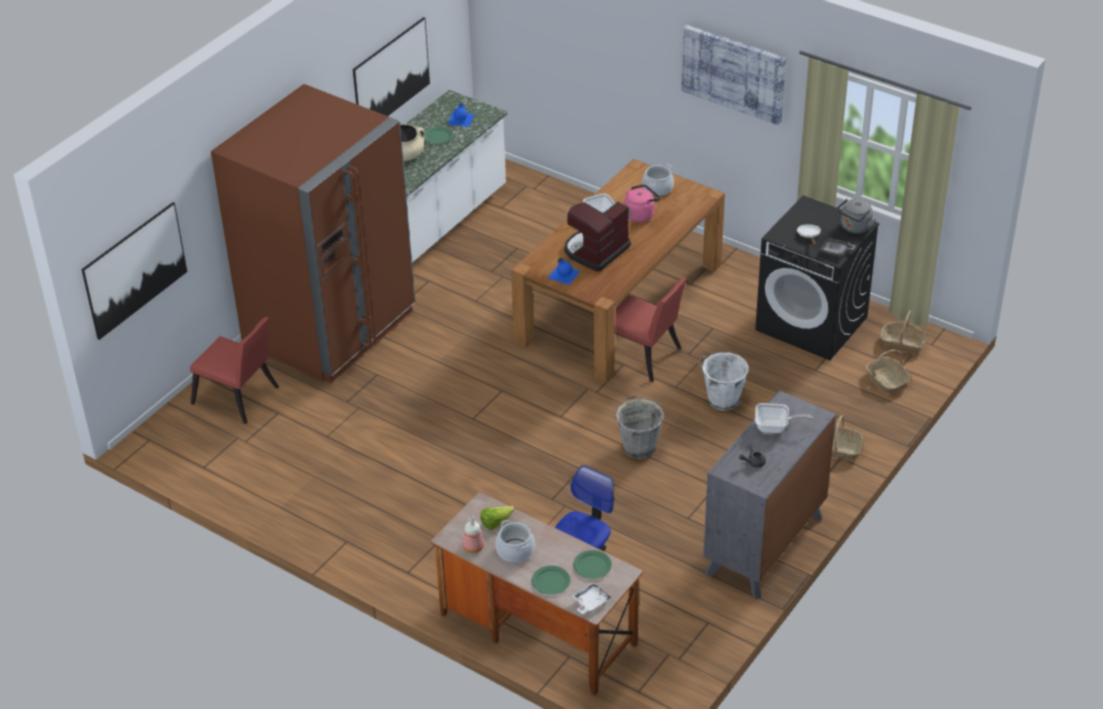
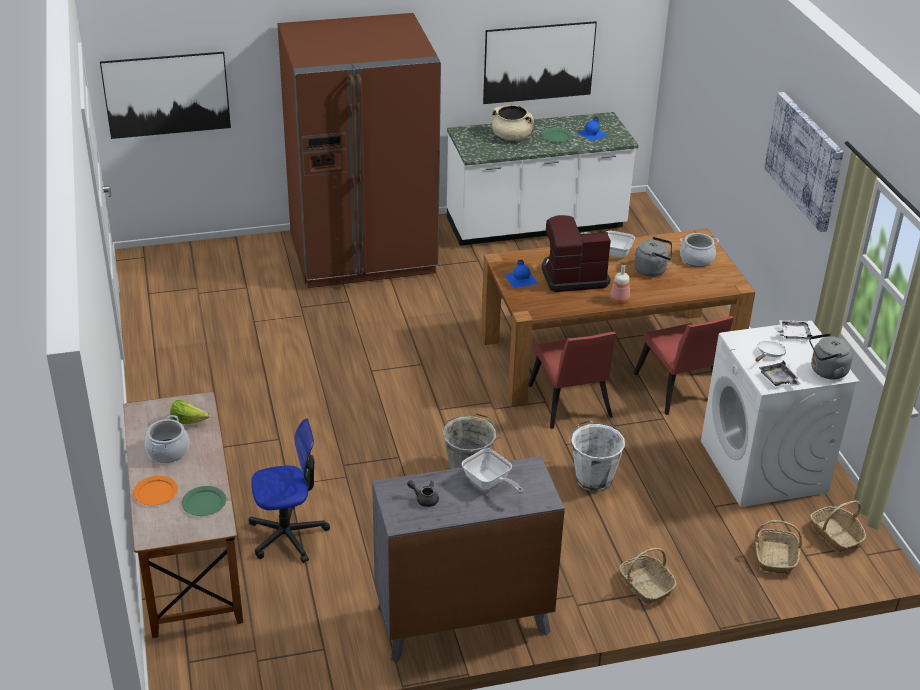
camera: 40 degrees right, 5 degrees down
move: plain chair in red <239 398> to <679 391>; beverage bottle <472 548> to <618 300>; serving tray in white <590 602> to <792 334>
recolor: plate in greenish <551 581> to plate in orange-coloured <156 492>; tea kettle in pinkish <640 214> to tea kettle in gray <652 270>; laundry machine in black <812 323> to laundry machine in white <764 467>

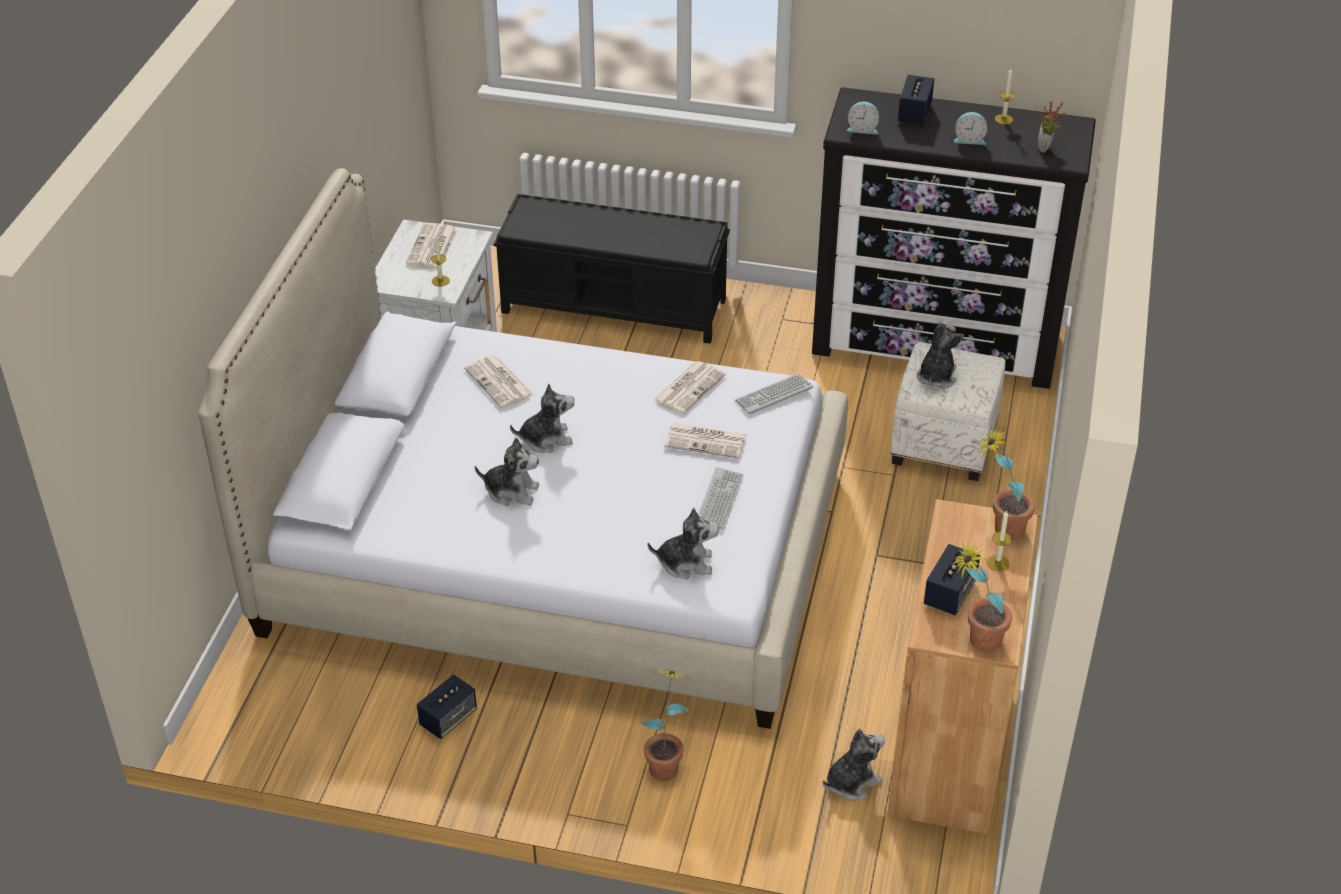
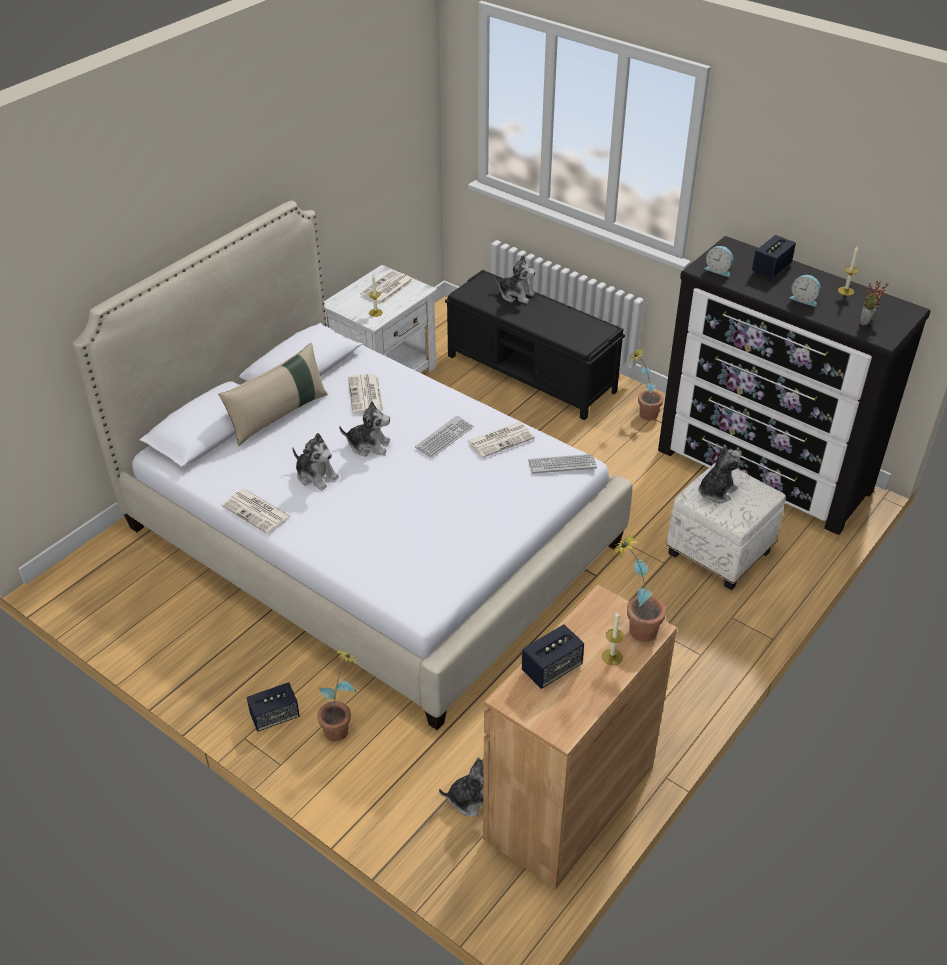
camera: 25 degrees right, 0 degrees up
insert: pillow in sand-coloured <278 415>
move: speaker <448 718> to <275 716>; cuddly toy <685 563> to <516 295>; daily paper <706 441> to <257 511>; computer keyboard <719 500> to <444 438>; plant in a pot <975 642> to <642 414>

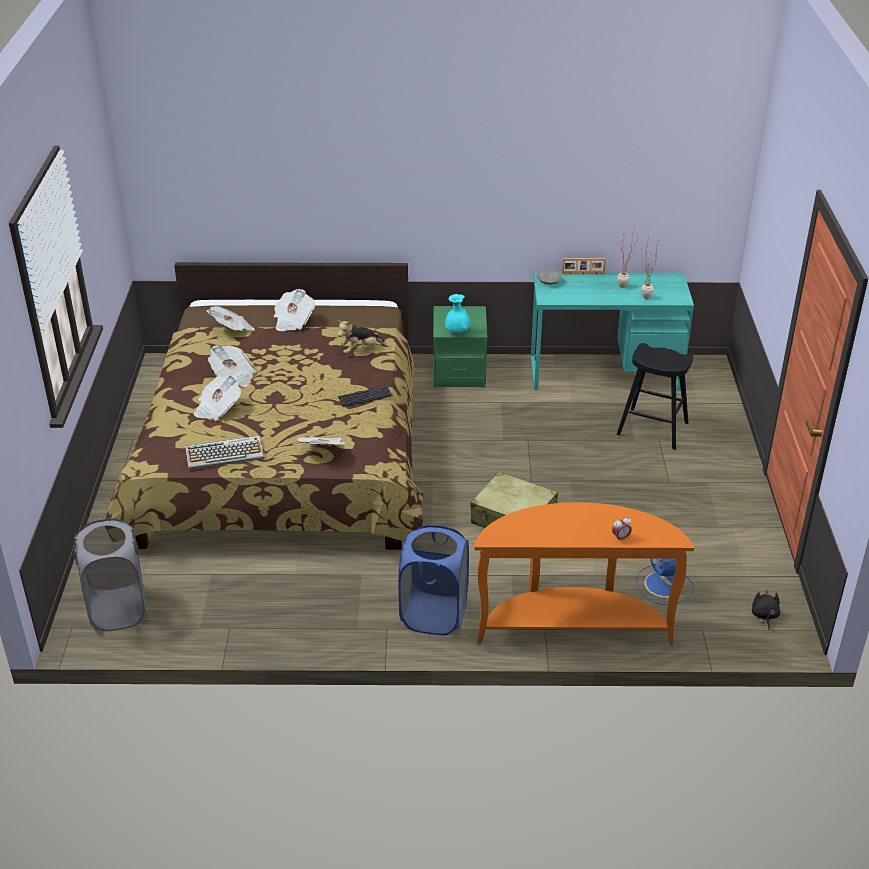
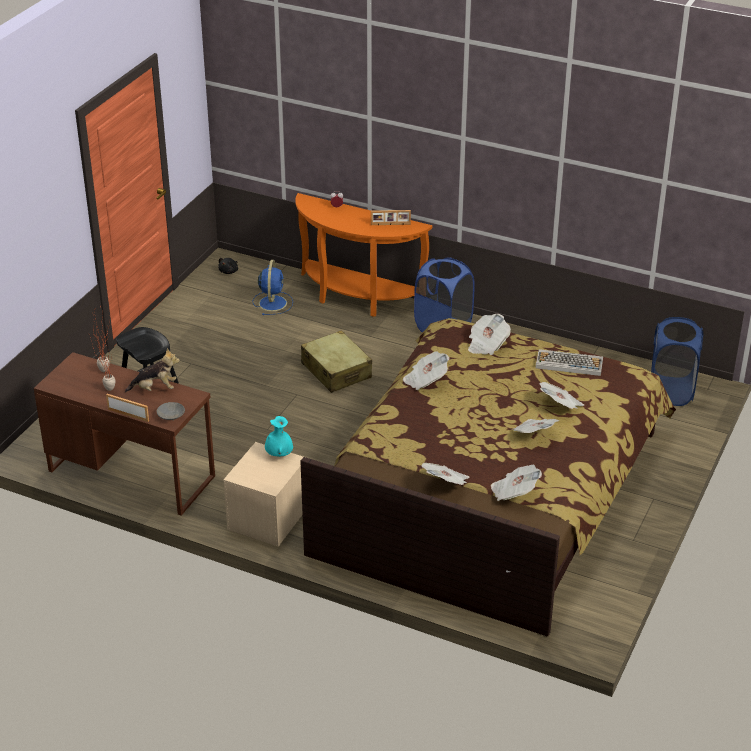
camera: 155 degrees left, 0 degrees up
insert: picture frame <390 224>
move: cuddly toy <359 350> to <155 389>
replace: computer keyboard <365 397> to daily paper <425 380>
recolor: hamper in gray <118 609> to hamper in blue-coloured <671 391>; nightstand in greenish <459 372> to nightstand in sand-coloured <268 519>; desk table in turquoise-coloured <604 373> to desk table in brown <131 473>

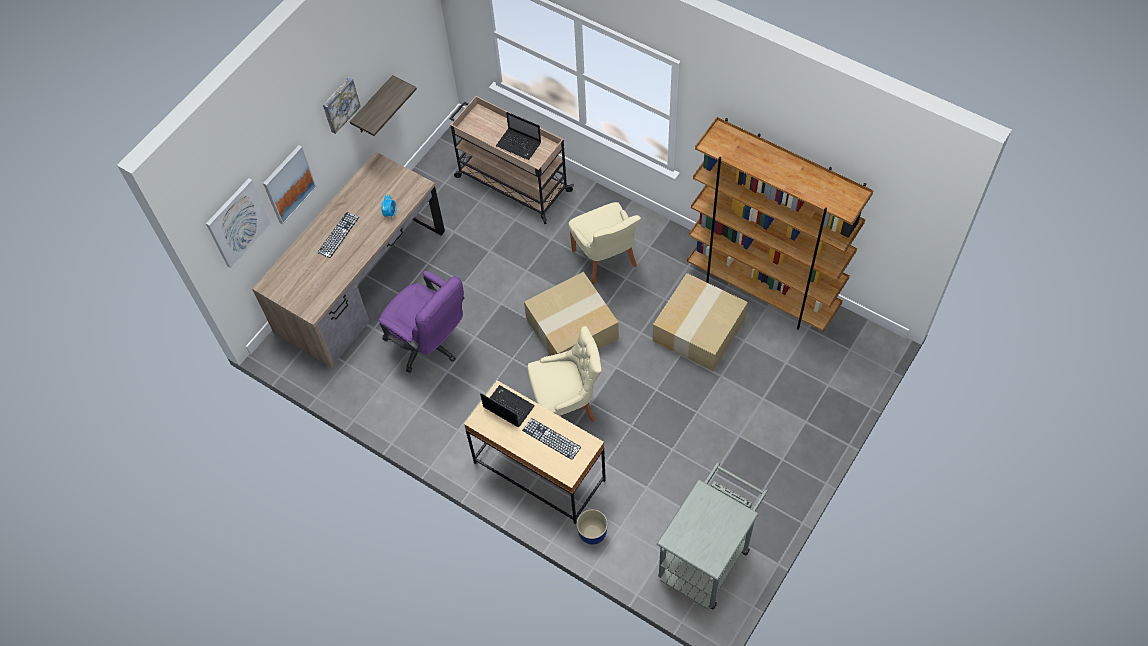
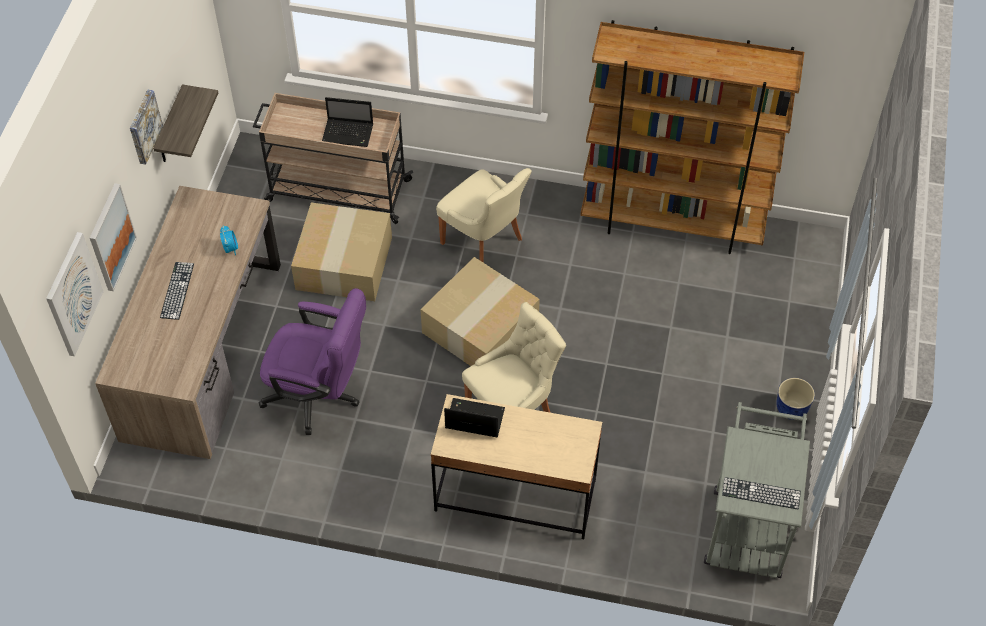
camera: 25 degrees left, 5 degrees down
move: computer keyboard <551 438> to <761 493>; flower pot <592 533> to <790 409>; carton <698 328> to <343 262>

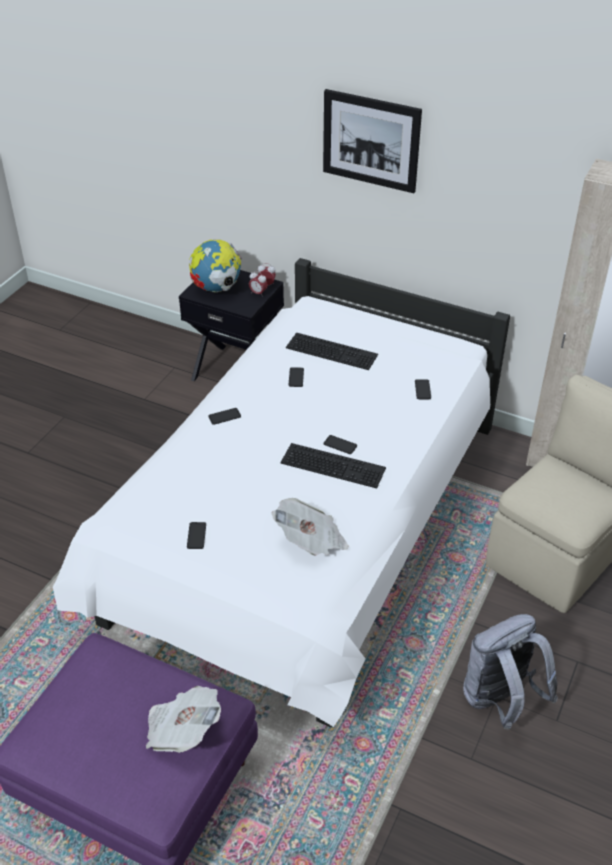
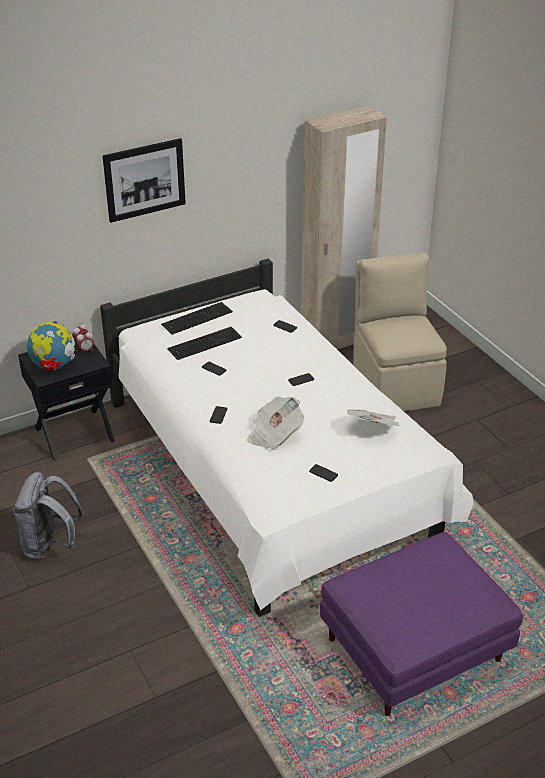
camera: 55 degrees left, 5 degrees down
move: daily paper <182 730> to <274 435>; computer keyboard <334 464> to <197 317>; knapsack in gray <500 701> to <50 546>

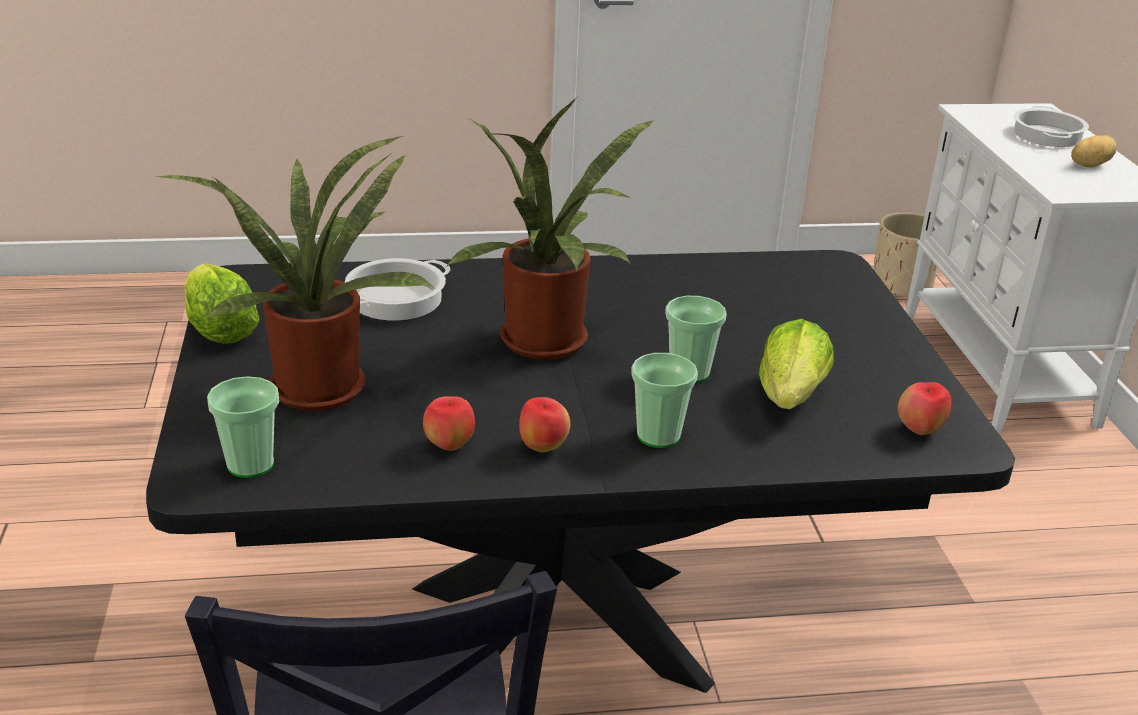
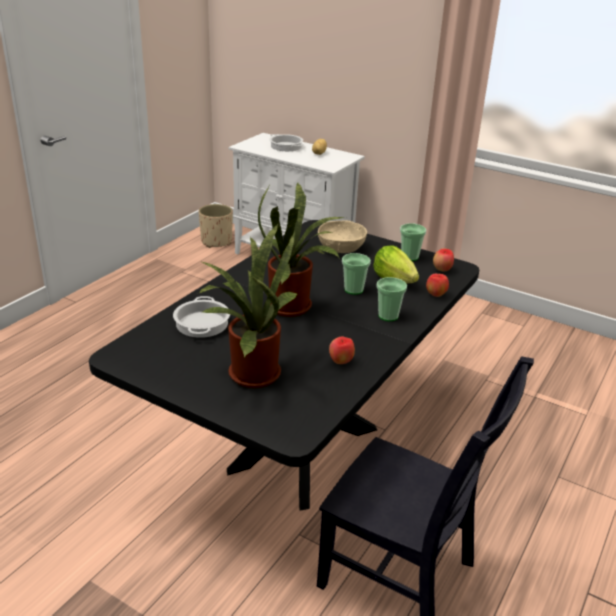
camera: 50 degrees left, 0 degrees up
delete: lettuce head <220 331>
insert: deep dish in sand-coloured <341 248>
move: cup <250 464> to <409 257>; apple fruit <542 447> to <436 295>

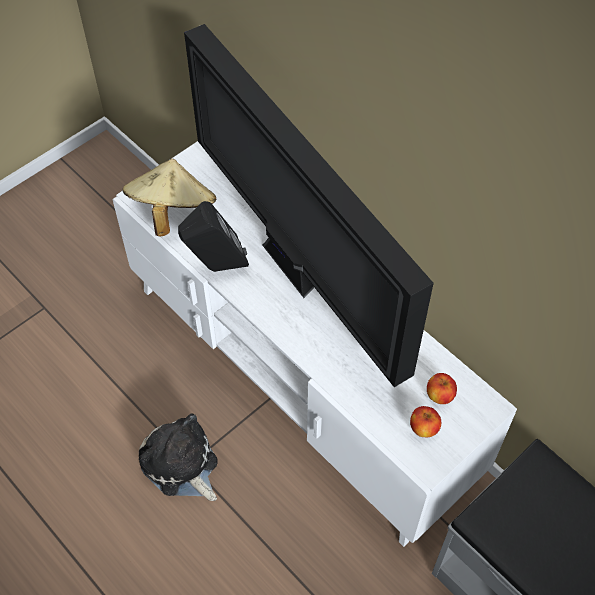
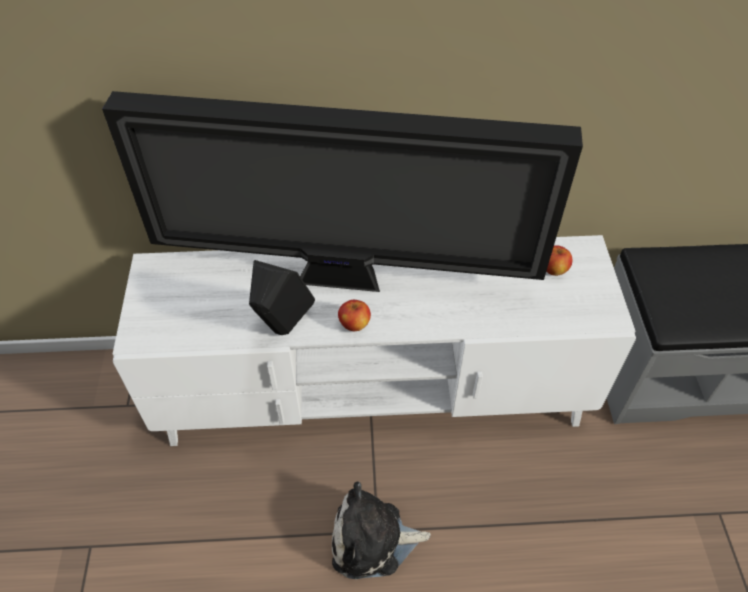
camera: 50 degrees left, 5 degrees down
delete: wearable hat in sand-coloured <172 212>
move: apple fruit <424 428> to <354 324>

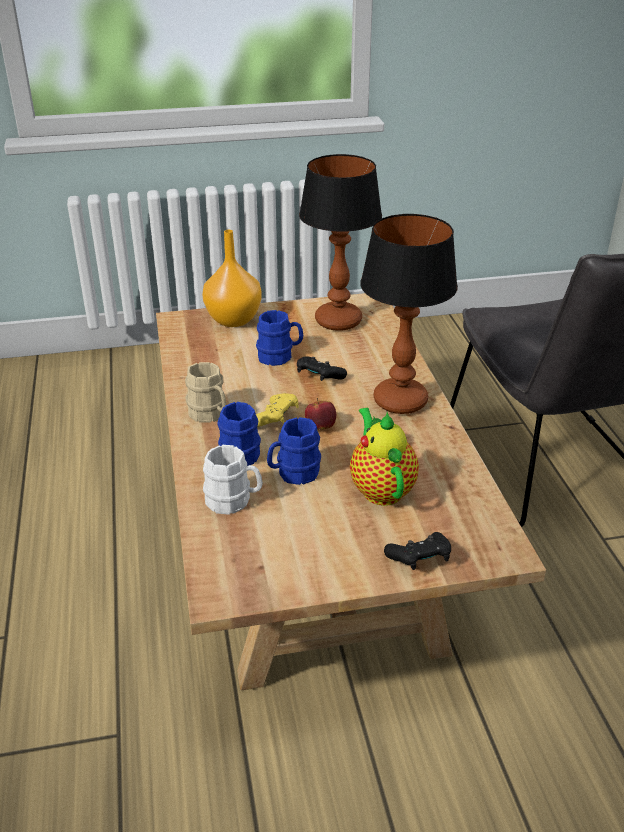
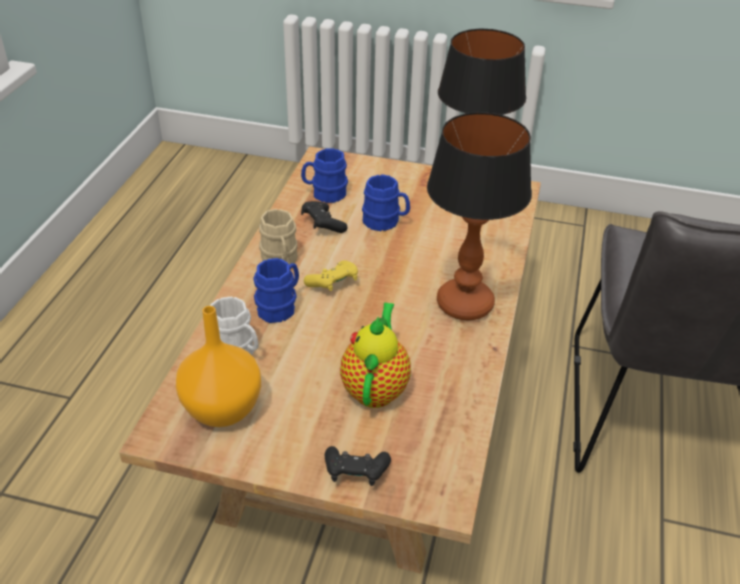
camera: 25 degrees right, 5 degrees up
delete: apple fruit <320 427>
move: vase in orange-coloured <234 319> to <224 409>; mug in blue-coloured <293 473> to <324 193>; joypad in black <319 377> to <322 225>

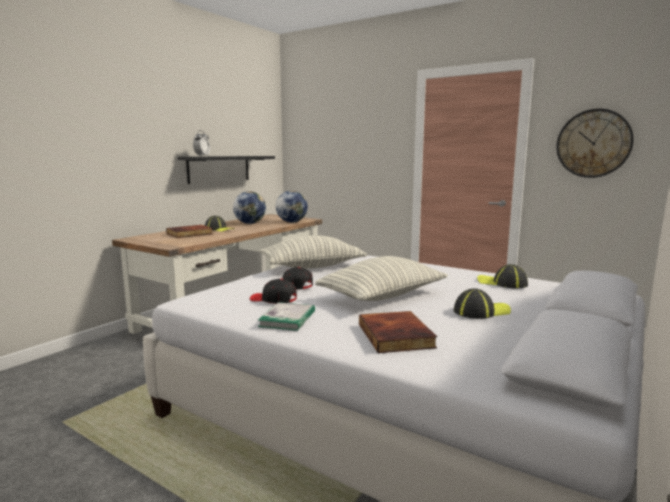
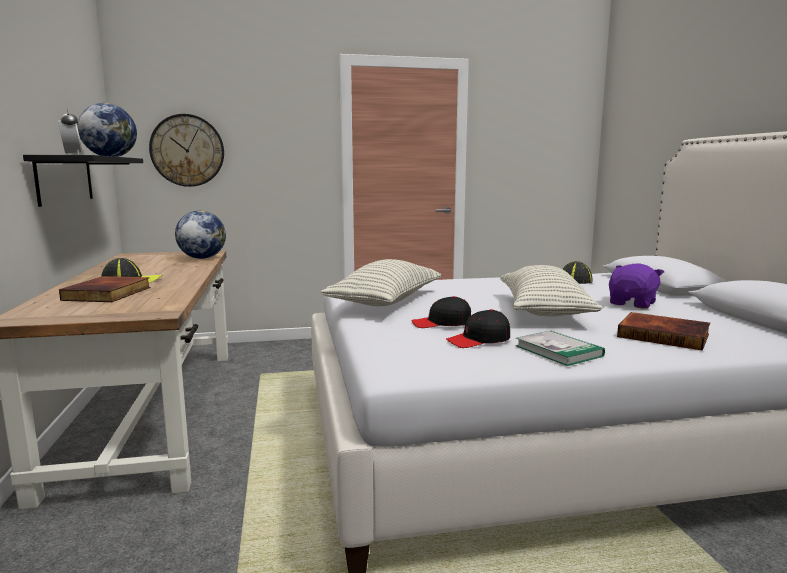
camera: 45 degrees left, 0 degrees up
move: desk globe <250 223> to <110 157>; clock on the wall <593 143> to <187 150>
replace: baseball cap <481 311> to cuddly toy in purple-coloured <633 303>

